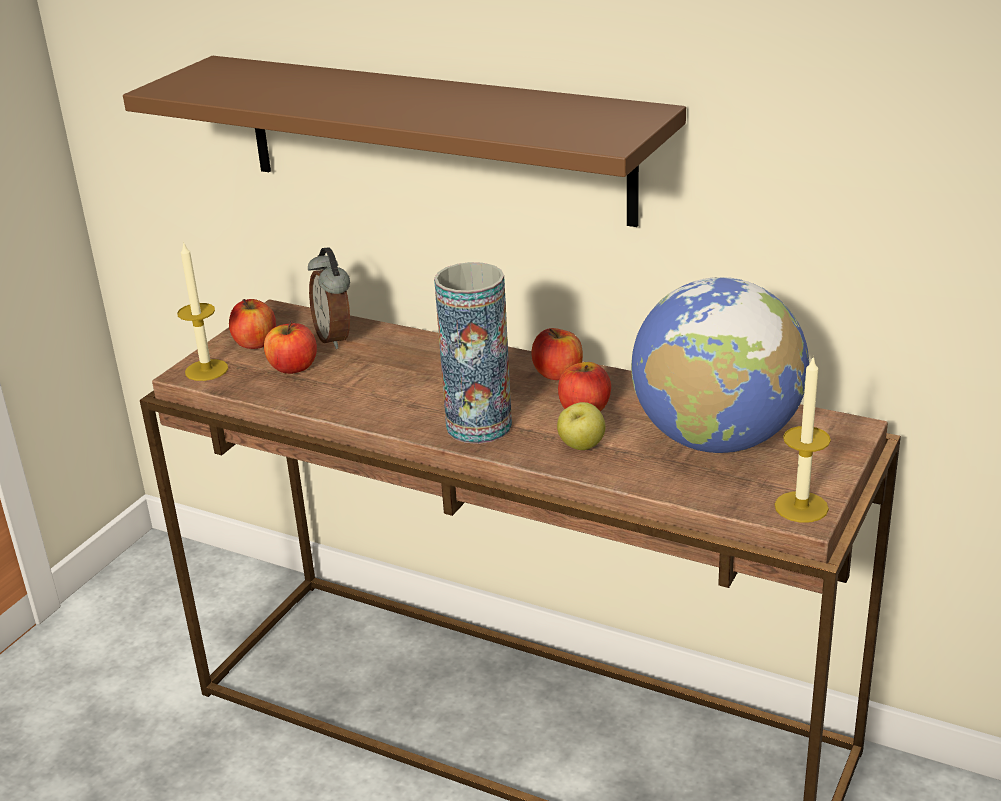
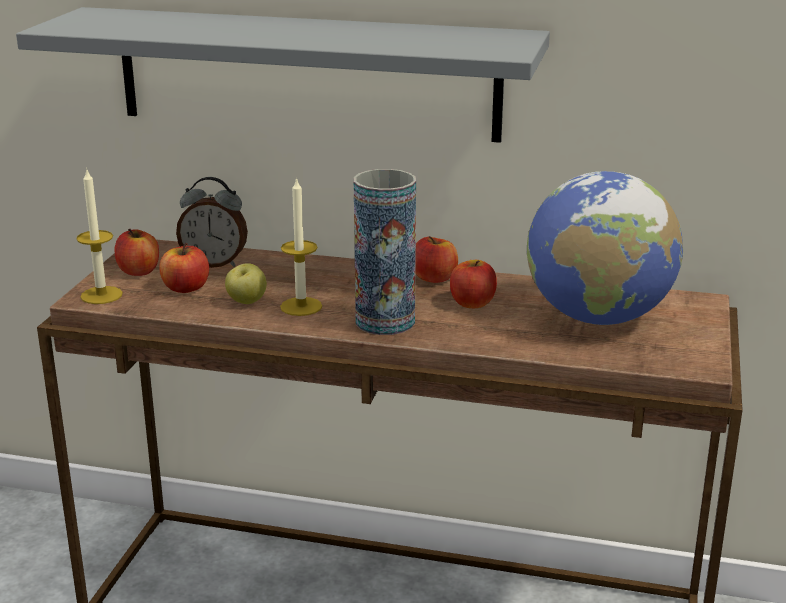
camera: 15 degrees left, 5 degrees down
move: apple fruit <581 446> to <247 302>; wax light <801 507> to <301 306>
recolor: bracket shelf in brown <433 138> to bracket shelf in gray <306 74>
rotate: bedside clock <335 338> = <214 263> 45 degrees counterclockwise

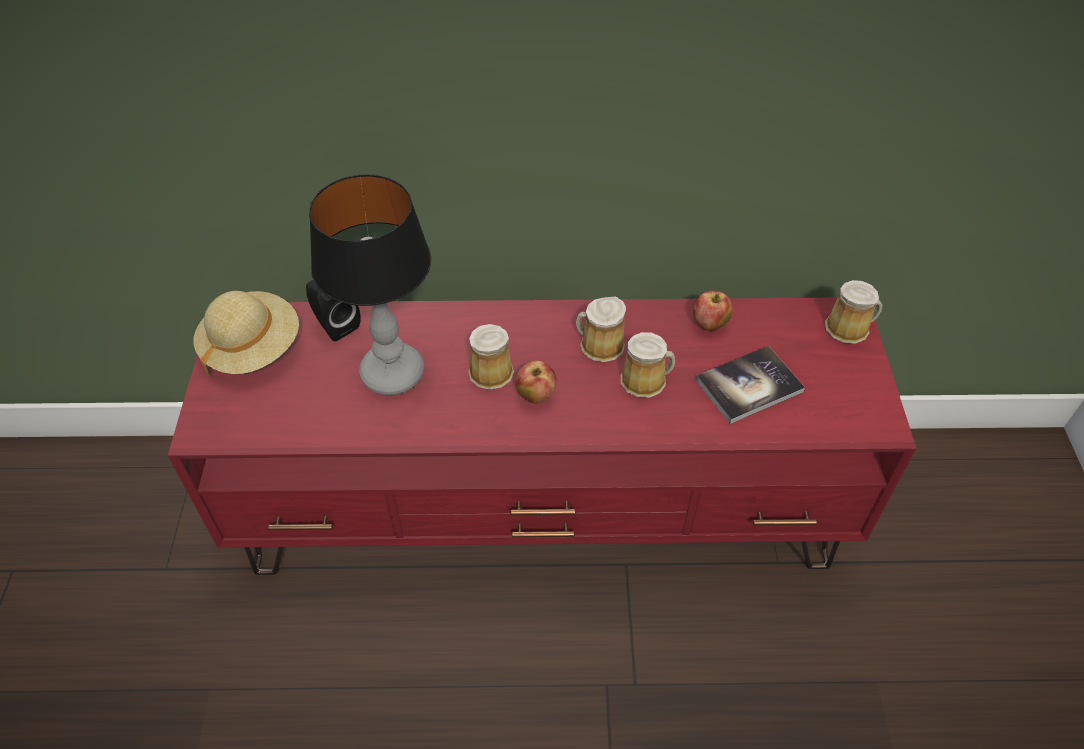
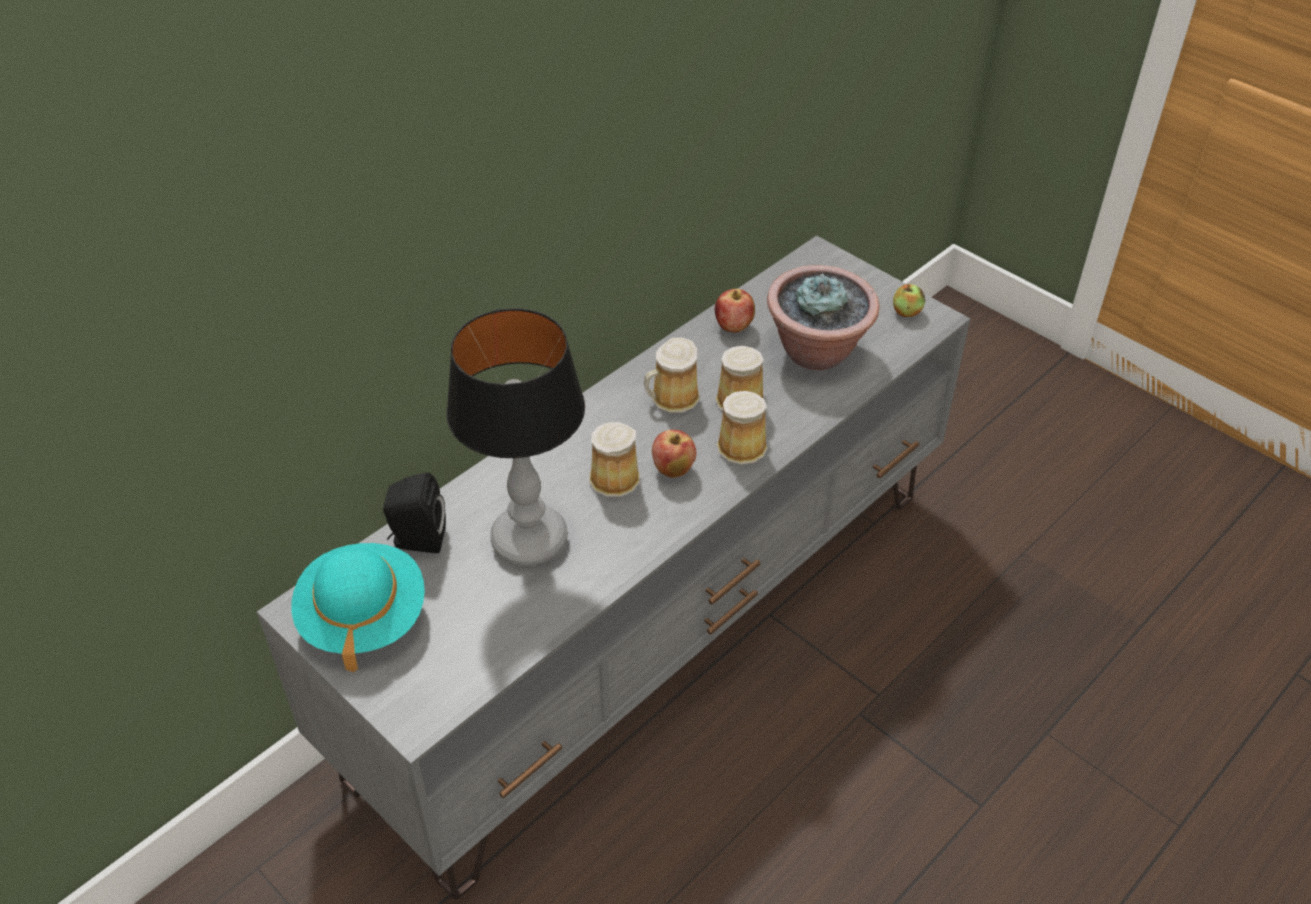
camera: 45 degrees left, 5 degrees down
insert: apple fruit <906 312>
move: mug <849 328> to <744 445>
replace: book <749 386> to plant in a pot <817 352>
recolor: media console in red <544 509> to media console in gray <655 625>; wearable hat in sand-coloured <252 348> to wearable hat in turquoise-coloured <363 617>

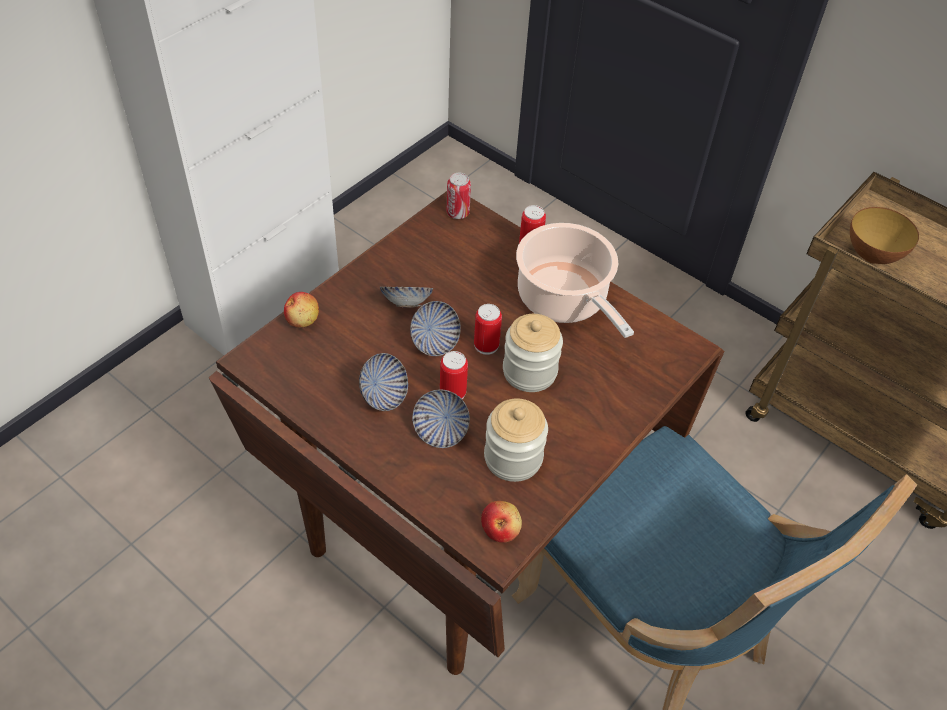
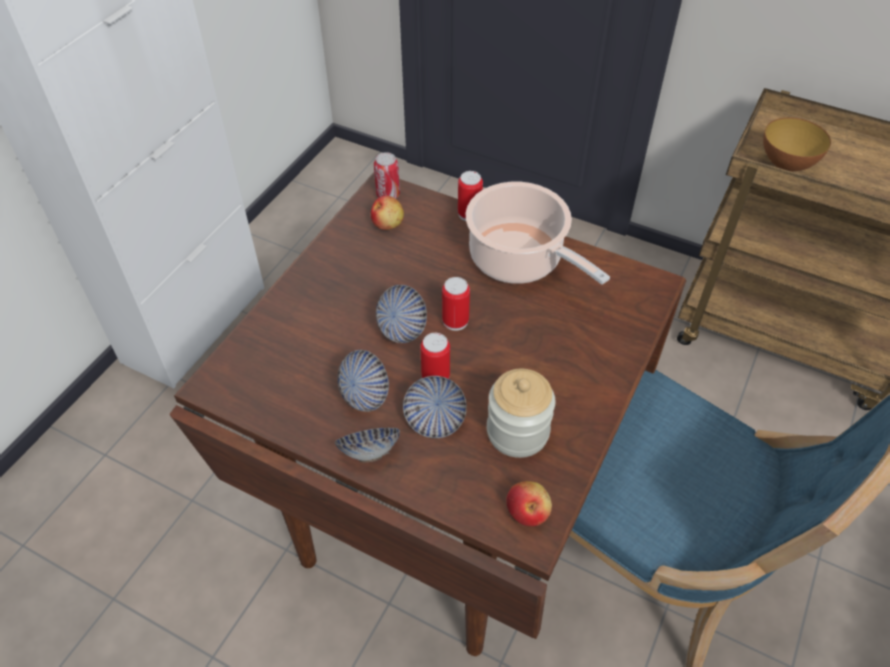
camera: 10 degrees left, 0 degrees up
delete: storage jar <529 371>
move: apple fruit <303 319> to <388 223>; deep dish <406 303> to <369 452>

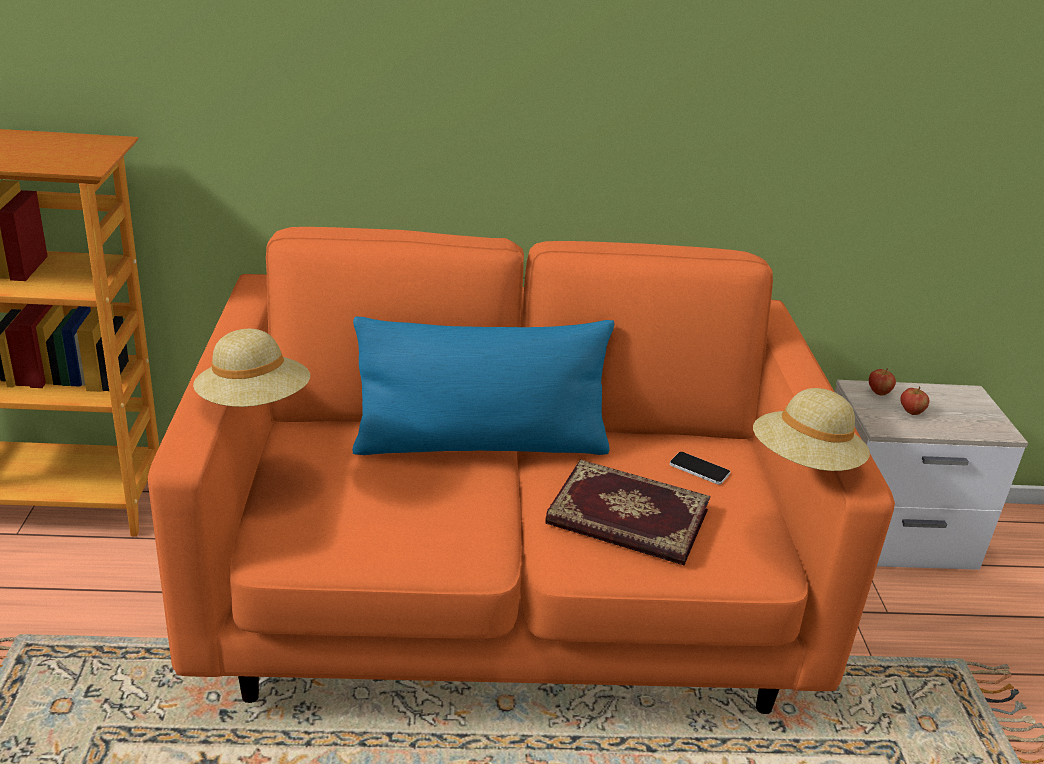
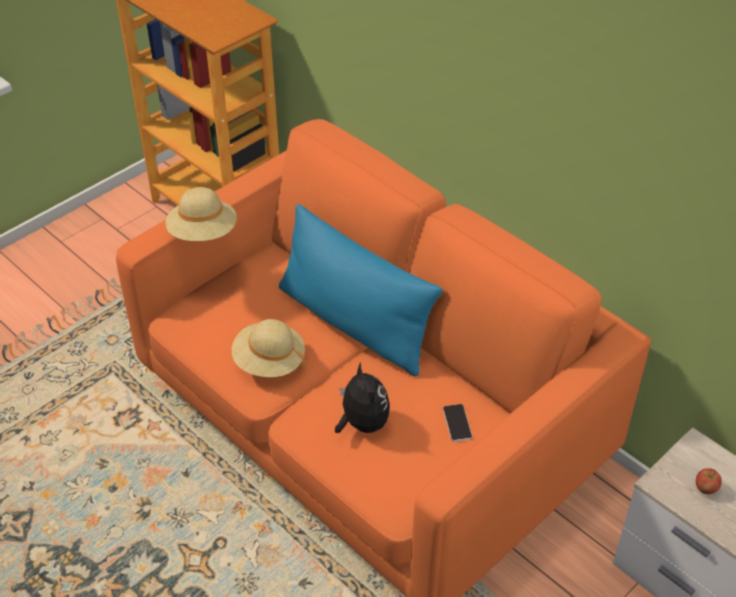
camera: 50 degrees right, 15 degrees up
delete: apple fruit <878 392>
move: wearable hat in sand-coloured <805 464> to <269 362>
replace: book <627 519> to cuddly toy <362 423>

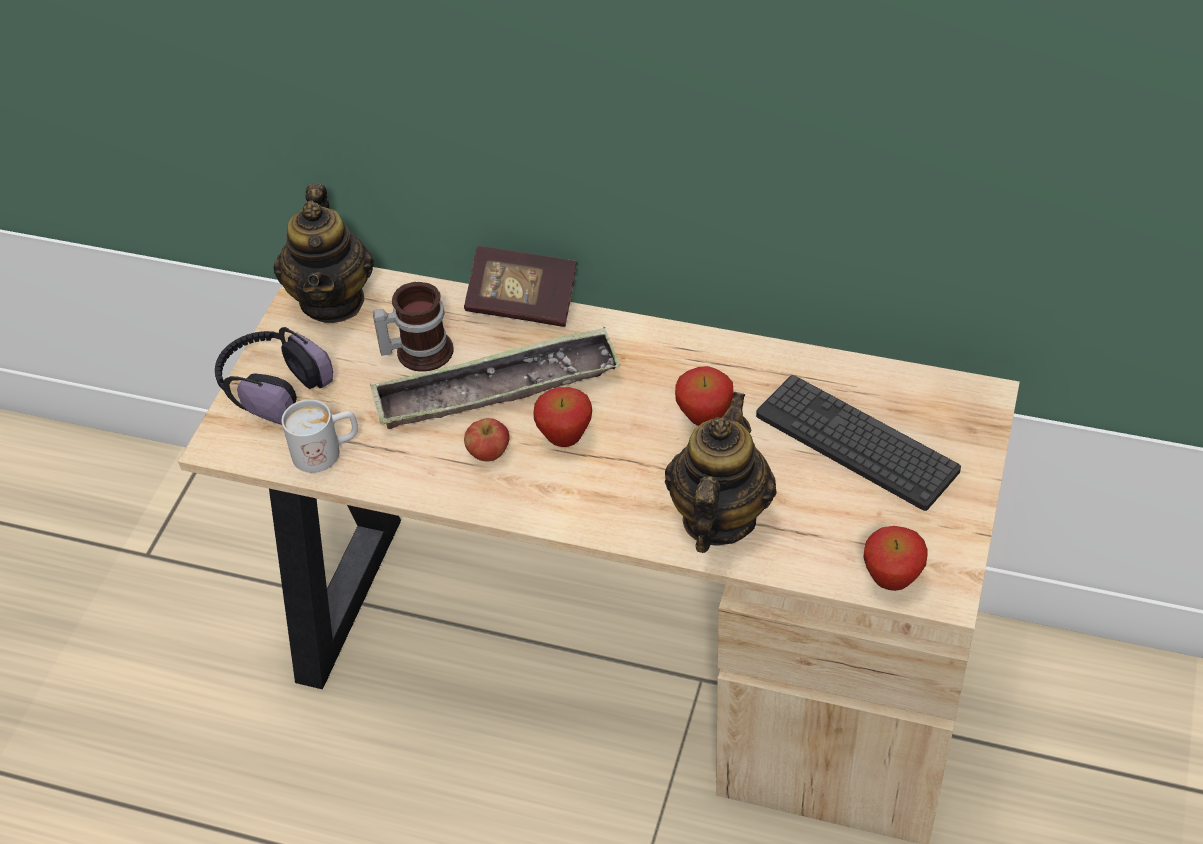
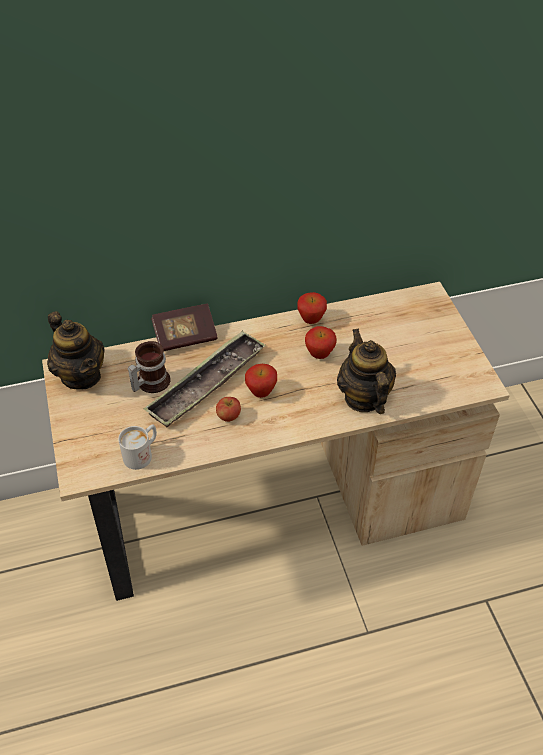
camera: 35 degrees left, 0 degrees up
delete: pair of headphones <273 387>; computer keyboard <856 443>
move: apple fruit <891 581> to <311 320>

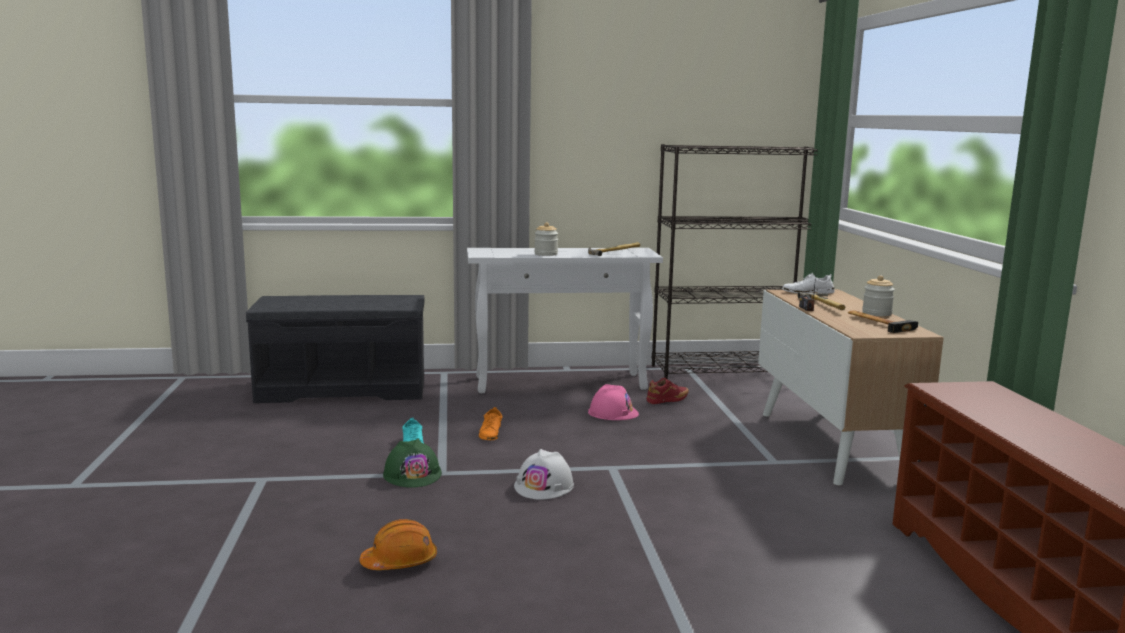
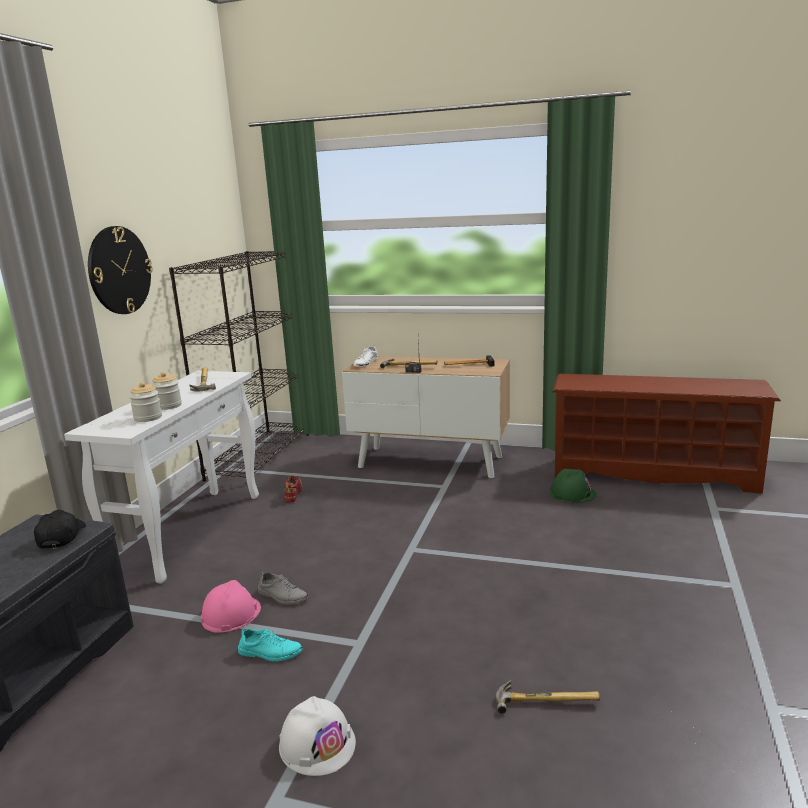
camera: 65 degrees left, 5 degrees up
insert: baseball cap in black <61 536>; clock on the wall <119 270>
move: hard hat in greenish <412 474> to <572 493>; hard hat in white <544 486> to <317 743>; hard hat in pinkish <613 412> to <231 613>; storage jar <876 313> to <148 418>
replace: hard hat in orange-coloured <400 562> to hammer <545 698>
recolor: item of footwear in orange-coloured <490 433> to item of footwear in gray <282 596>

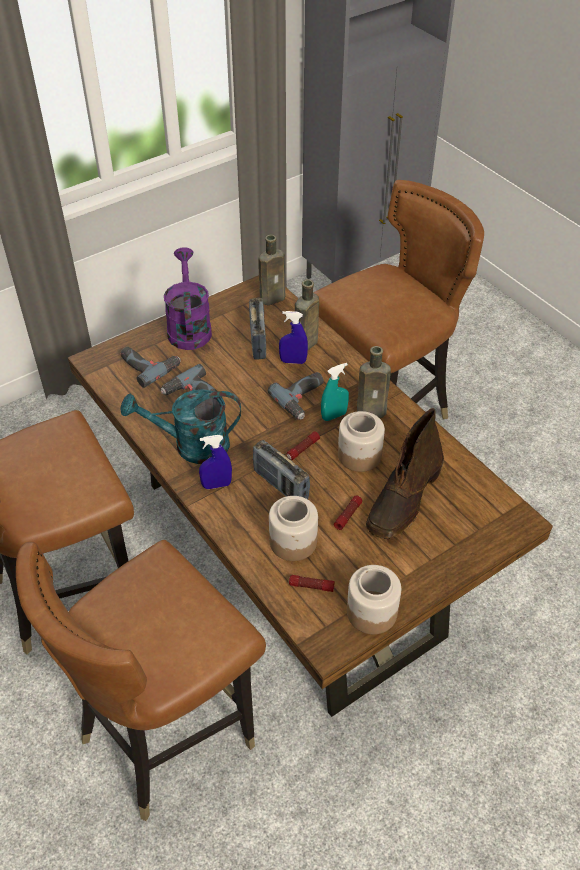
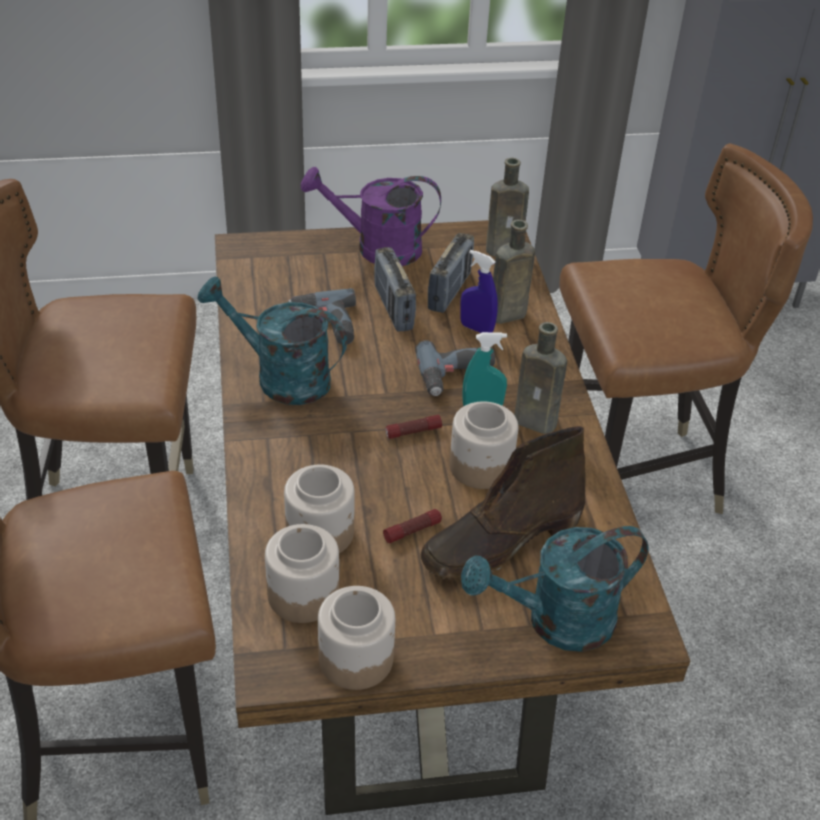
camera: 25 degrees right, 5 degrees down
delete: electric drill <149 365>; spray bottle in blue-coloured <216 485>
insert: sprinkling can in turquoise-coloured <556 622>
move: radio receiver <280 485> to <393 308>
replace: flashlight <311 586> to storage jar <303 594>
rotate: sprinkling can in purple-coloured <188 327> = <377 248> 105 degrees counterclockwise

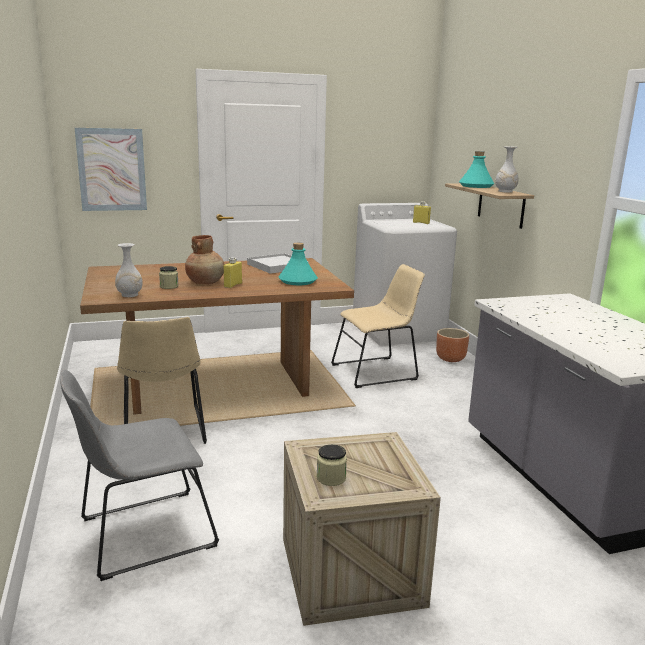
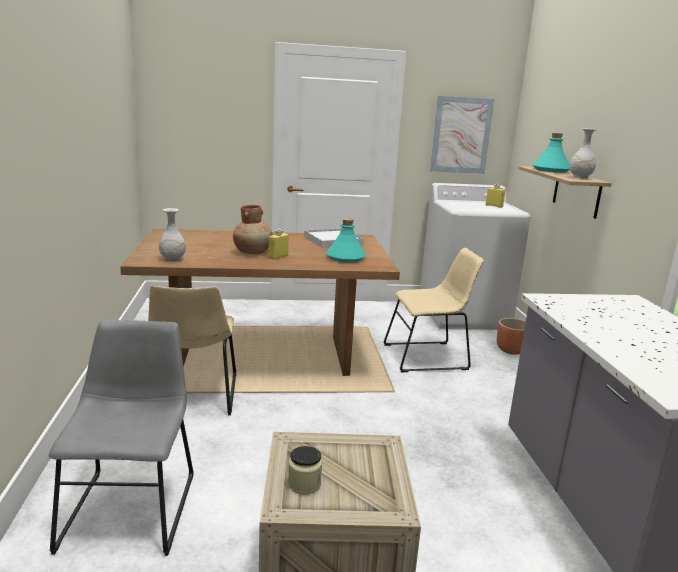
camera: 10 degrees right, 0 degrees up
delete: storage jar <169 286>
move: picture <112 170> to <461 135>
rotate: plain chair in gray <141 534> = <131 506> 105 degrees clockwise

